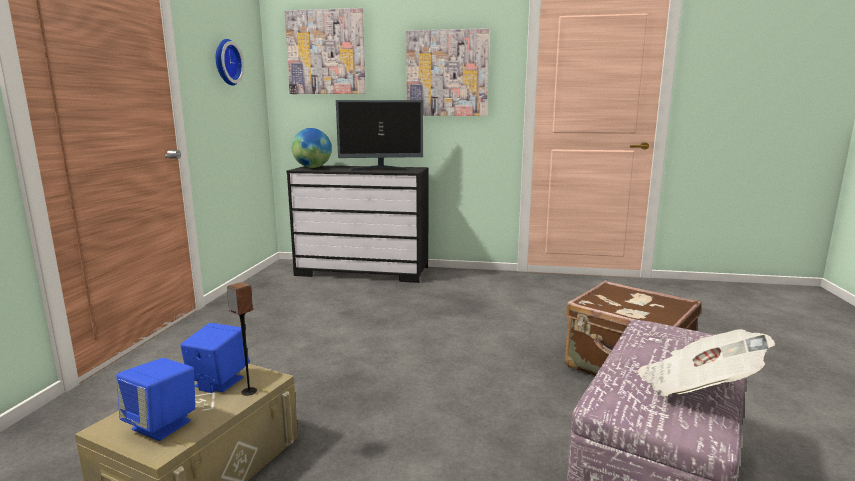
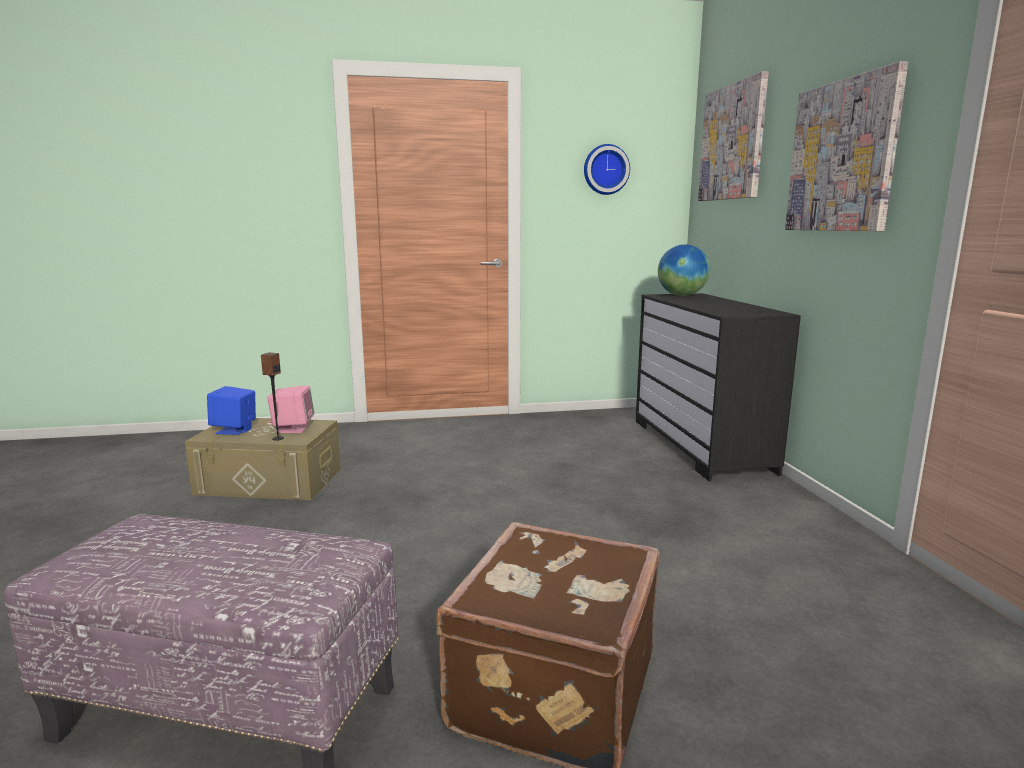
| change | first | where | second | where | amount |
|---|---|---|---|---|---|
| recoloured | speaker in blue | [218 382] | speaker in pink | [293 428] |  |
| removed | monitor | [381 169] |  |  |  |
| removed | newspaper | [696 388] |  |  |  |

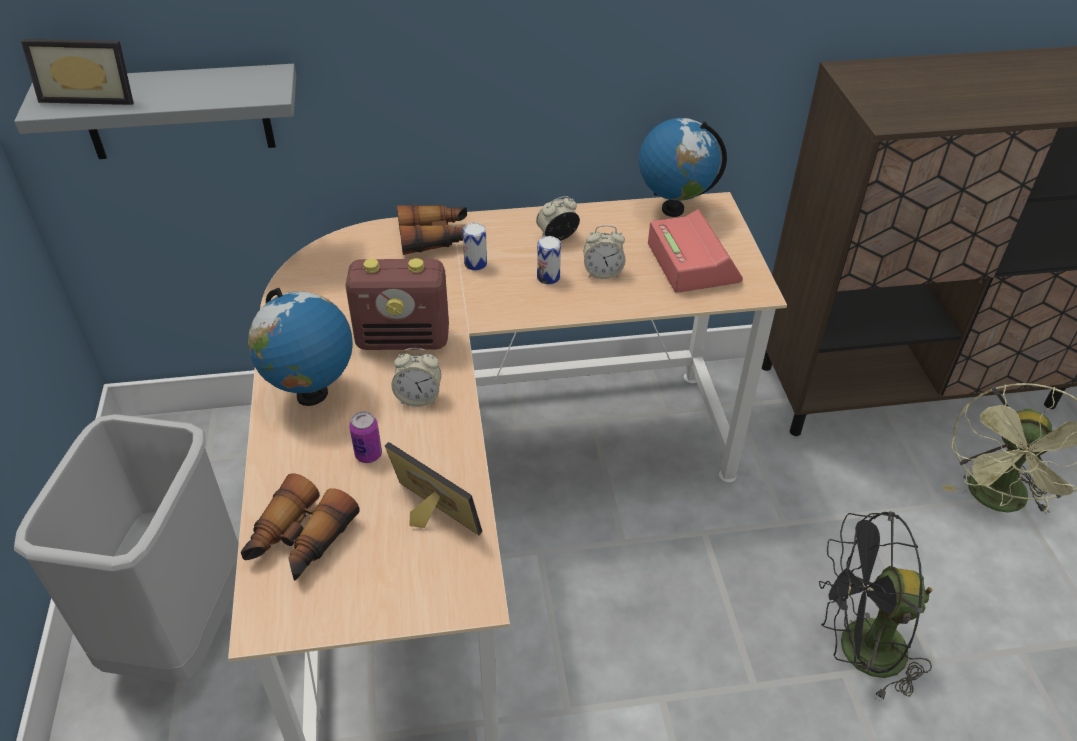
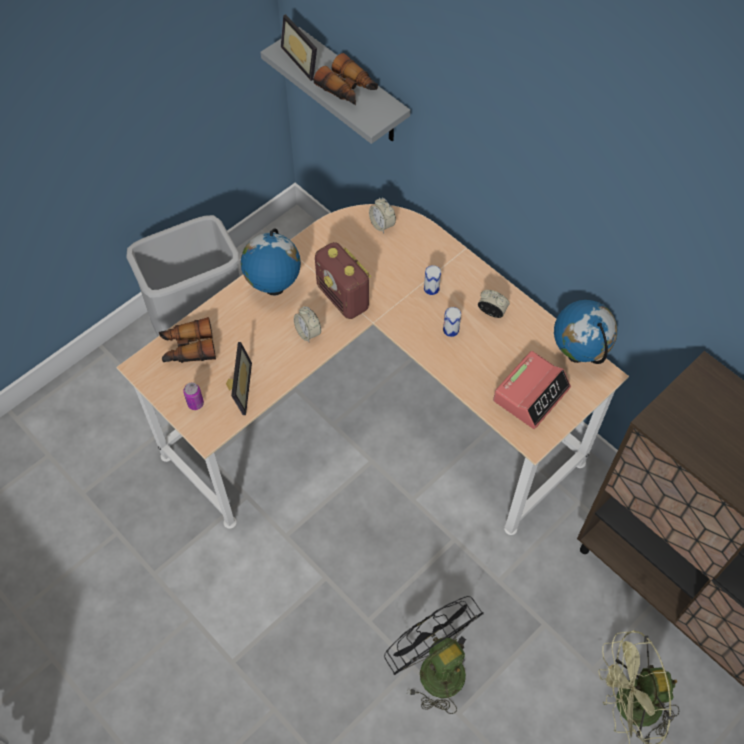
| change | first | where | second | where | amount |
|---|---|---|---|---|---|
| moved | can | [368 454] |  | [195 403] |  |
| moved | binoculars | [435 238] |  | [348 89] |  |
| moved | alarm clock | [602 273] |  | [382 225] |  |

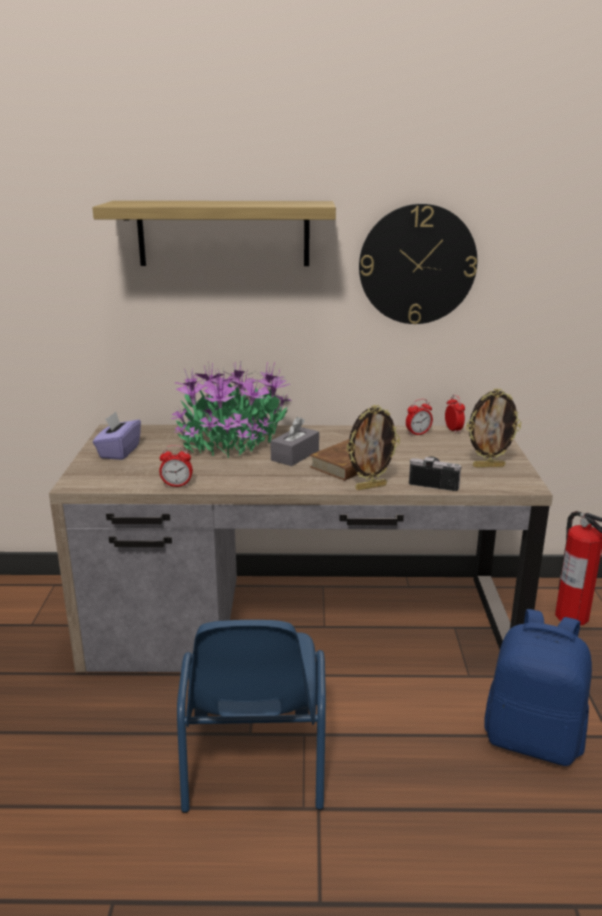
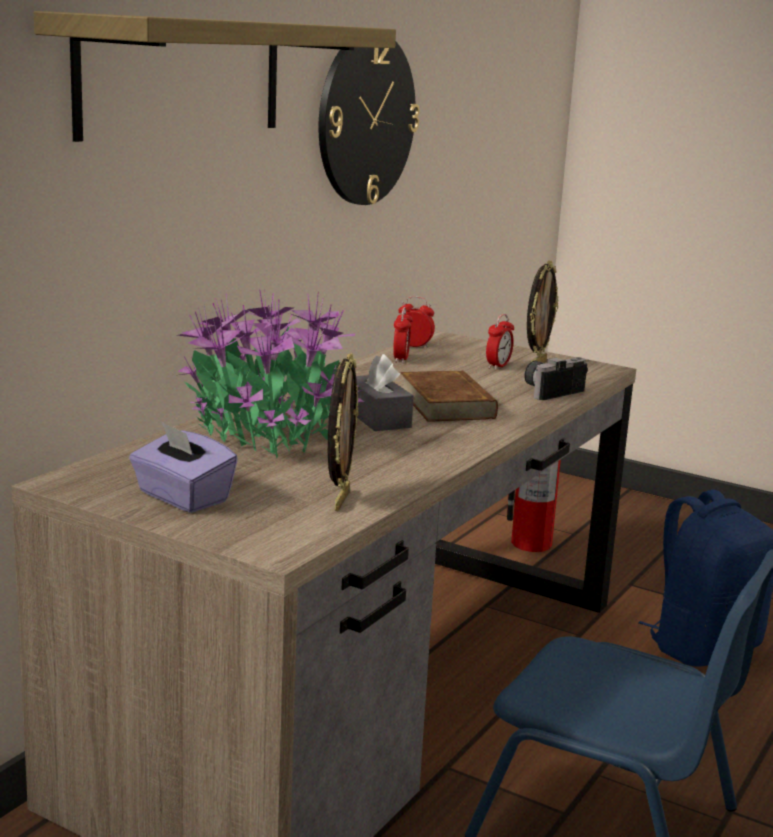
| change | first | where | second | where | amount |
|---|---|---|---|---|---|
| moved | picture frame | [370 487] |  | [339 500] |  |
| moved | alarm clock | [177 485] |  | [498 366] |  |

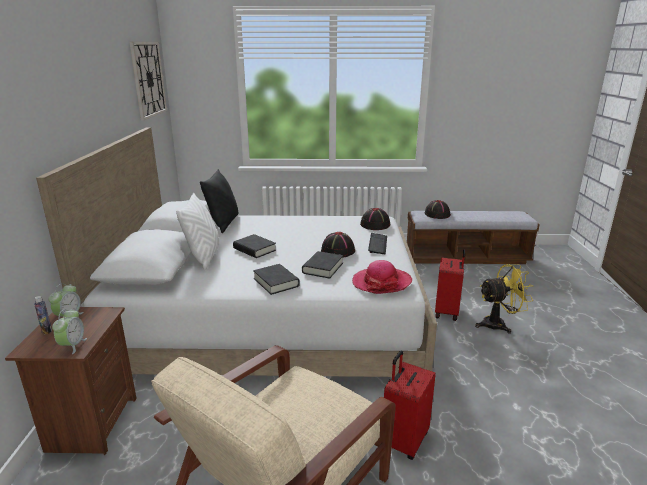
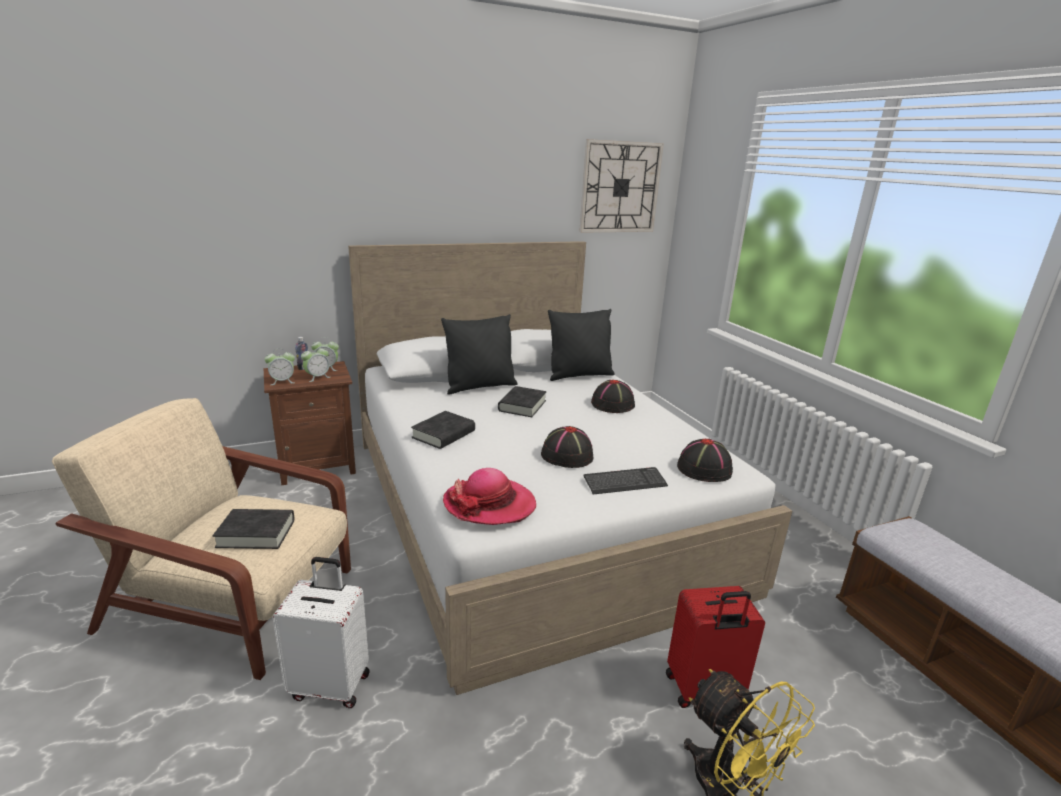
| change | first | where | second | where | amount |
|---|---|---|---|---|---|
| moved | book in black | [323 268] |  | [256 533] |  |
| recoloured | suitcase in red | [404 440] | suitcase in white | [331 684] |  |
| added |  |  | alarm clock | [317 377] |  |
| recoloured | pillow in white | [204 257] | pillow in black | [480 387] |  |
| moved | hat in black | [437 214] |  | [613 404] |  |

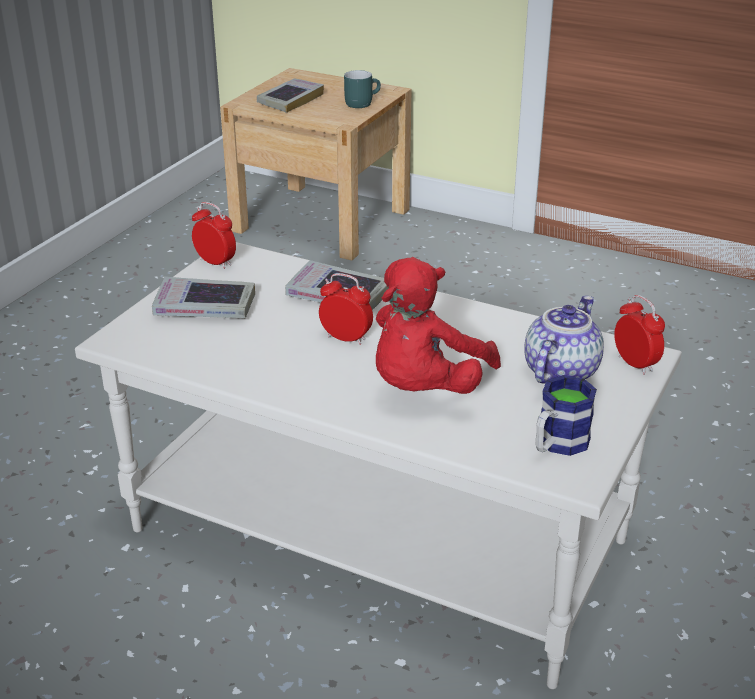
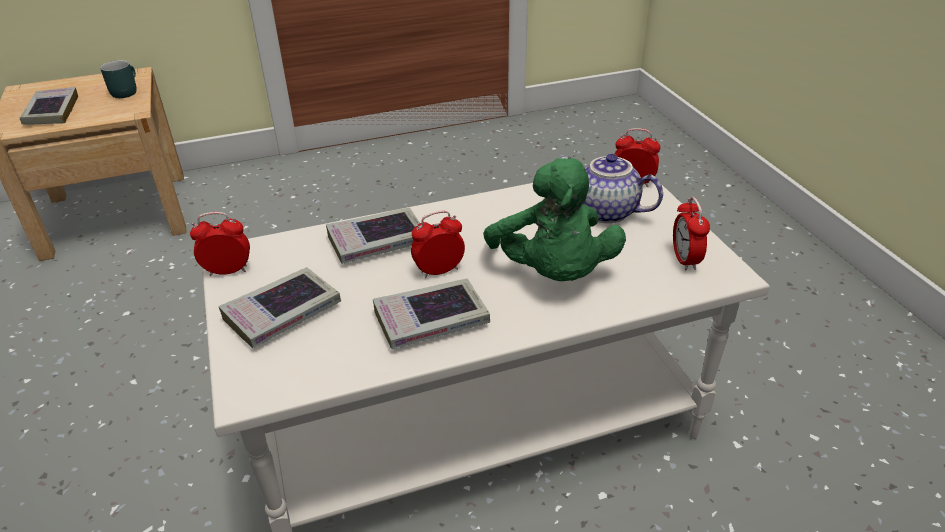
| change | first | where | second | where | amount |
|---|---|---|---|---|---|
| added |  |  | book | [431 320] |  |
| recoloured | plush toy in red | [425 388] | plush toy in green | [552 273] |  |
| turned | teapot | [559 371] |  | [604 212] | 45 degrees counterclockwise |
| replaced | mug | [557 444] | alarm clock | [685 260] |  |

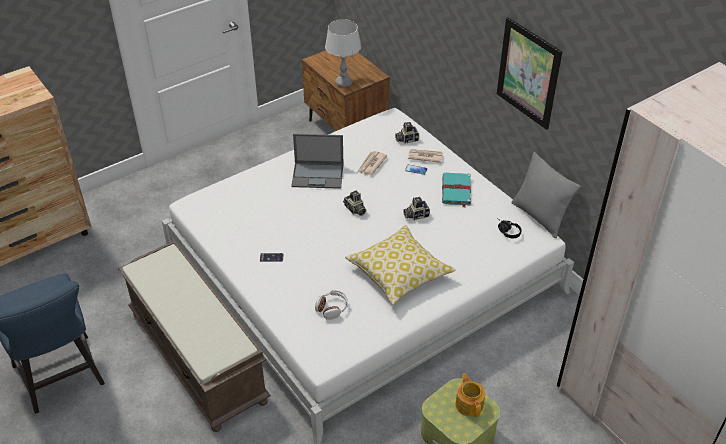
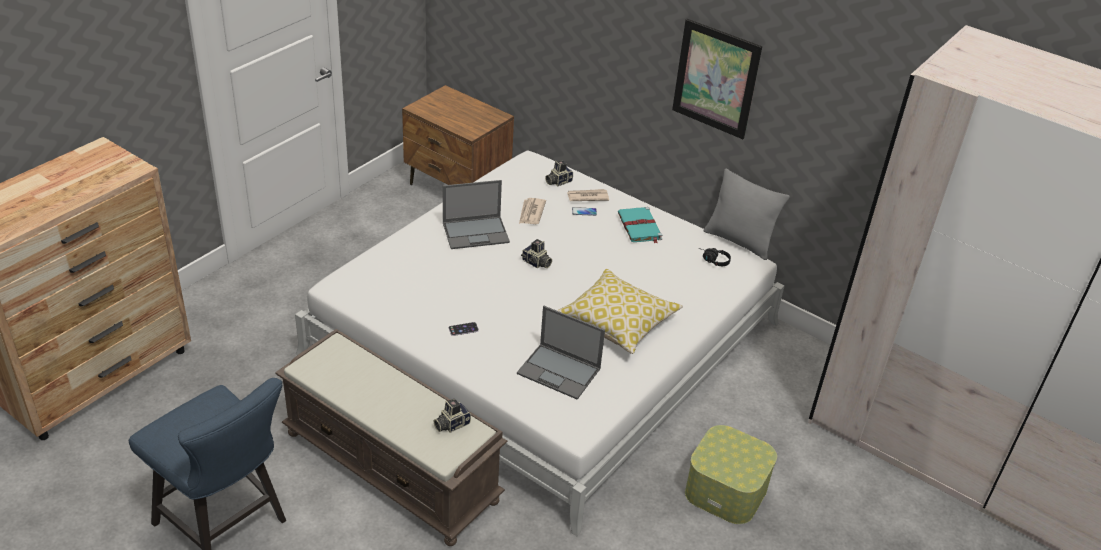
| change | first | where | second | where | amount |
|---|---|---|---|---|---|
| moved | photo camera | [415 215] |  | [451 424] |  |
| replaced | headphones | [332 308] | laptop | [559 371] |  |
| removed | table lamp in grey | [343 83] |  |  |  |
| removed | teapot | [469 404] |  |  |  |

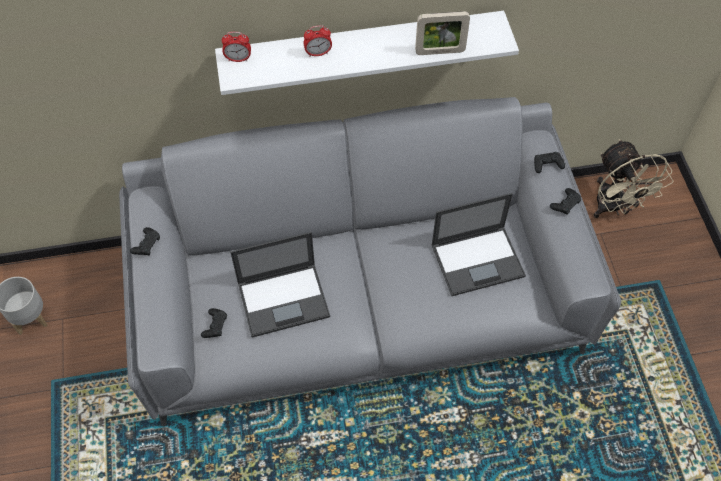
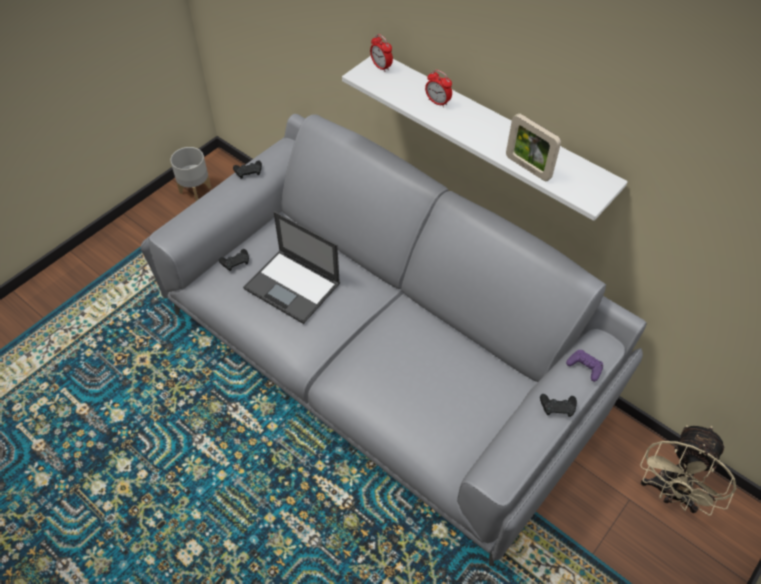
| change | first | where | second | where | amount |
|---|---|---|---|---|---|
| recoloured | game controller in black | [547 164] | game controller in purple | [584 367] |  |
| removed | laptop | [478 260] |  |  |  |

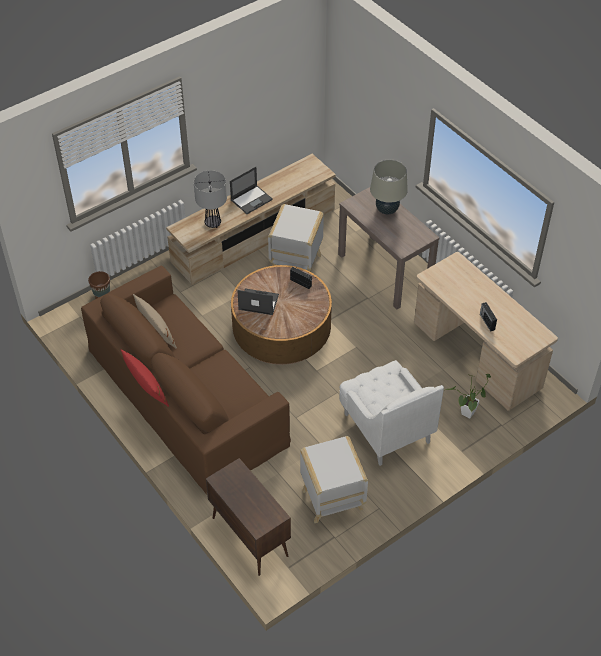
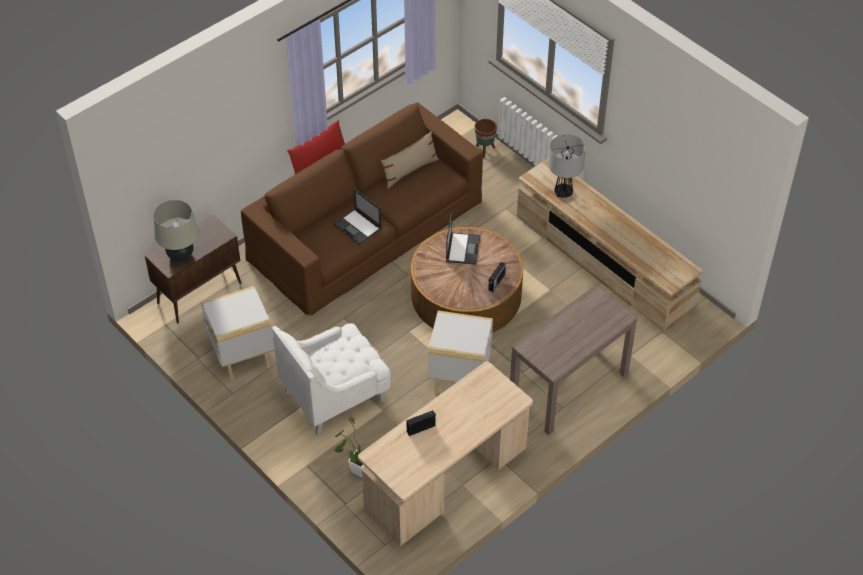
| change | first | where | second | where | amount |
|---|---|---|---|---|---|
| moved | table lamp in beige | [387 209] |  | [180 255] |  |
| moved | laptop | [251 199] |  | [358 227] |  |
| moved | side table in white | [295 263] |  | [459 374] |  |

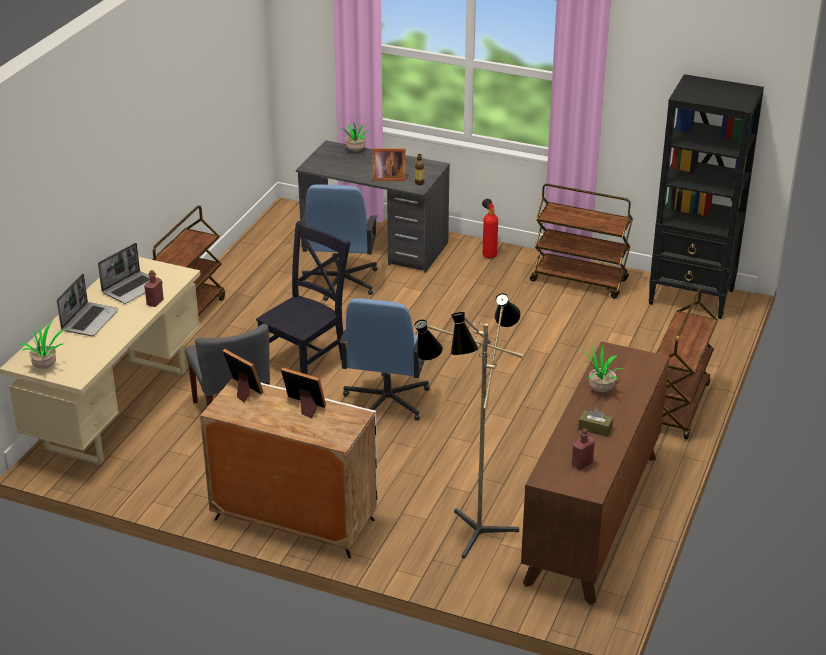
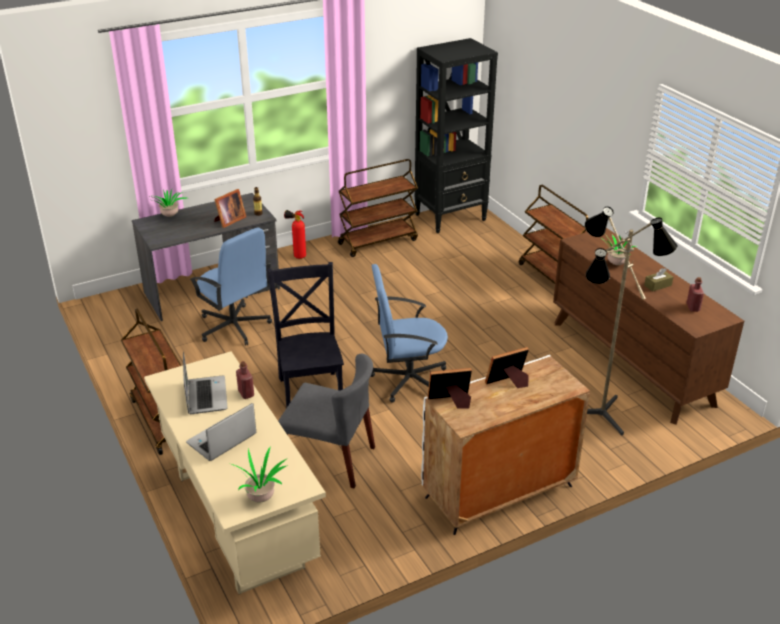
| change | first | where | second | where | amount |
|---|---|---|---|---|---|
| turned | laptop | [90 320] |  | [221 440] | 105 degrees counterclockwise |
| turned | office chair in blue | [386 401] |  | [408 379] | 120 degrees clockwise |

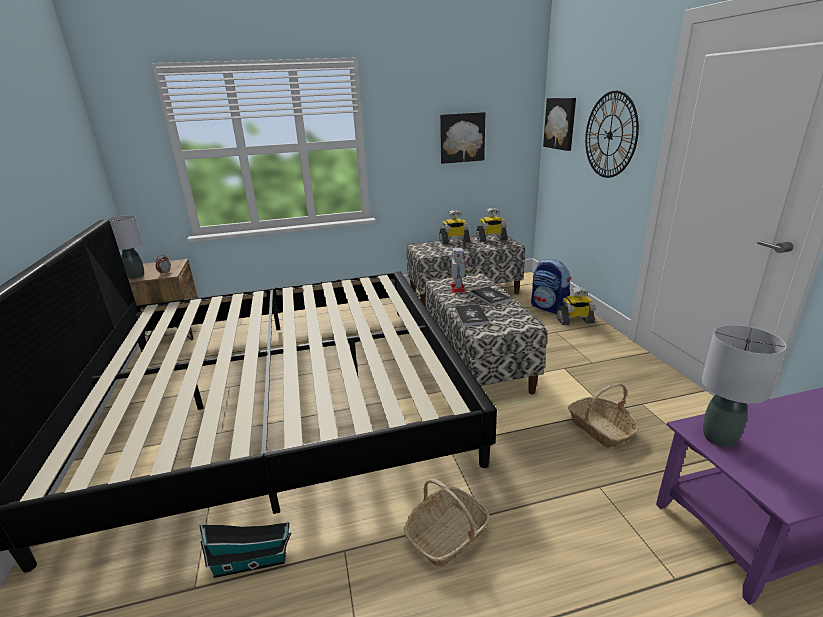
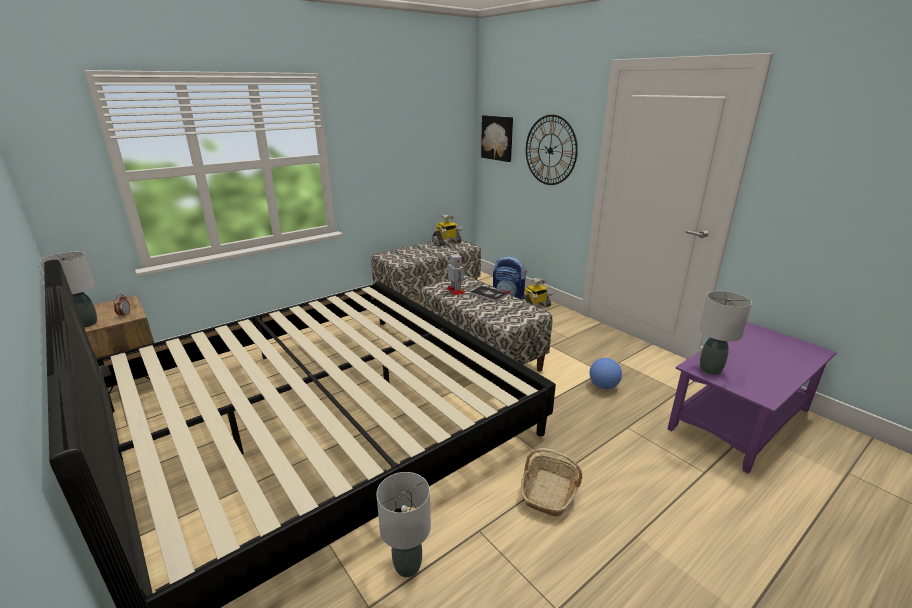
| change | first | where | second | where | amount |
|---|---|---|---|---|---|
| replaced | toy house | [253 562] | table lamp in grey | [407 567] |  |
| replaced | basket | [600 428] | football | [603 386] |  |
| removed | toy robot | [454 241] |  |  |  |
| removed | picture | [462 137] |  |  |  |
| removed | book | [471 316] |  |  |  |

